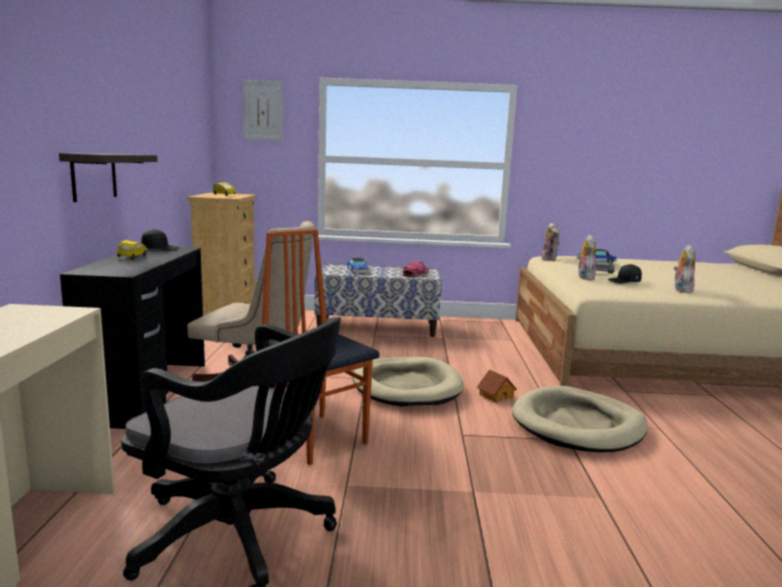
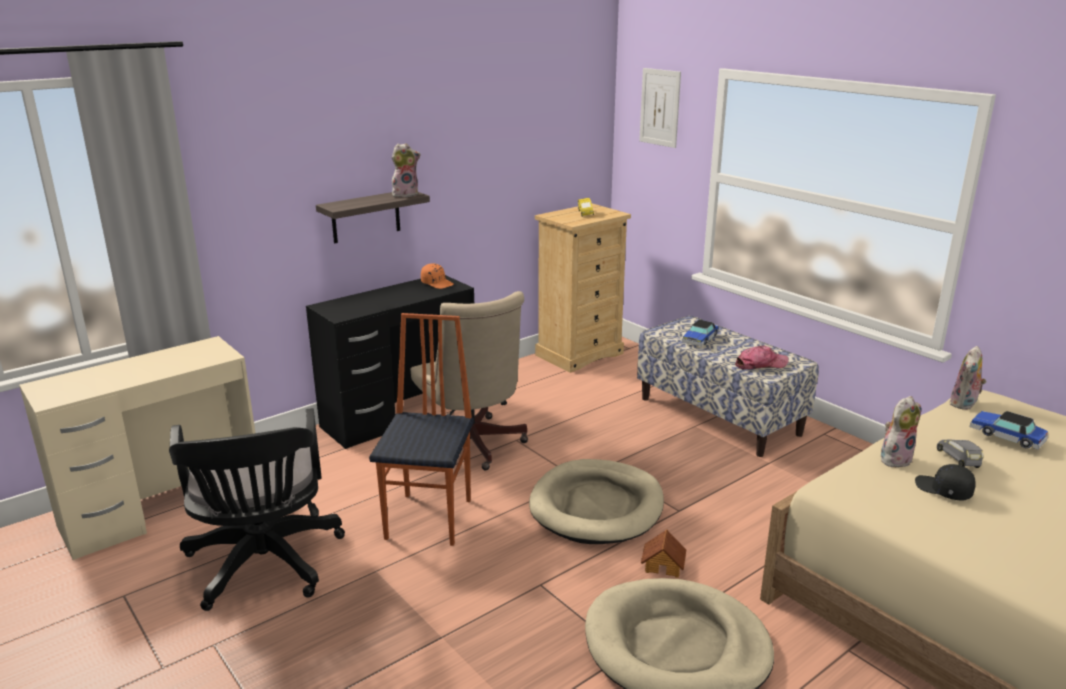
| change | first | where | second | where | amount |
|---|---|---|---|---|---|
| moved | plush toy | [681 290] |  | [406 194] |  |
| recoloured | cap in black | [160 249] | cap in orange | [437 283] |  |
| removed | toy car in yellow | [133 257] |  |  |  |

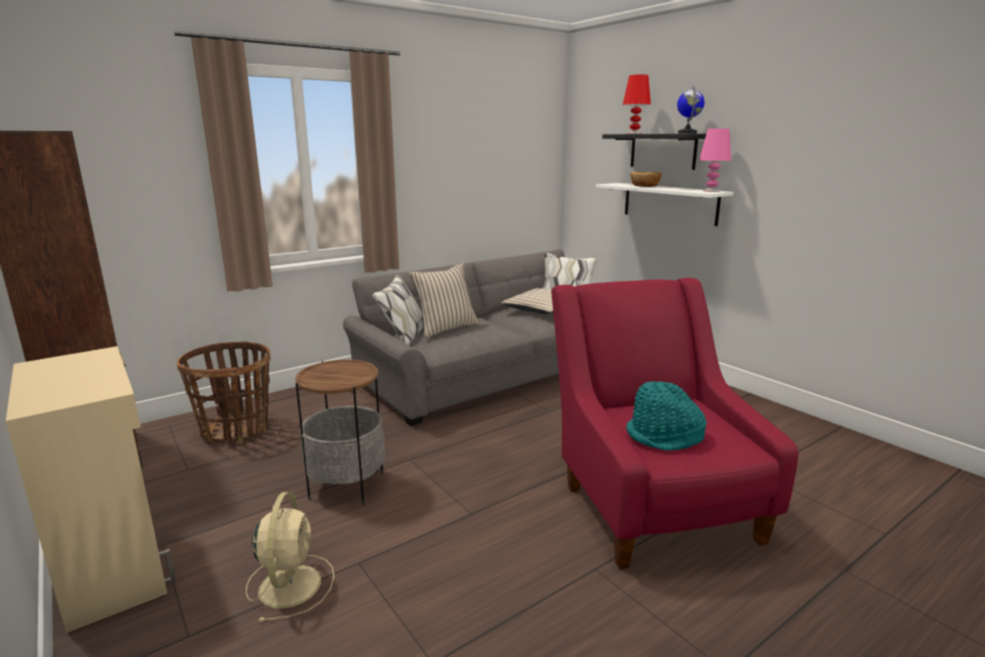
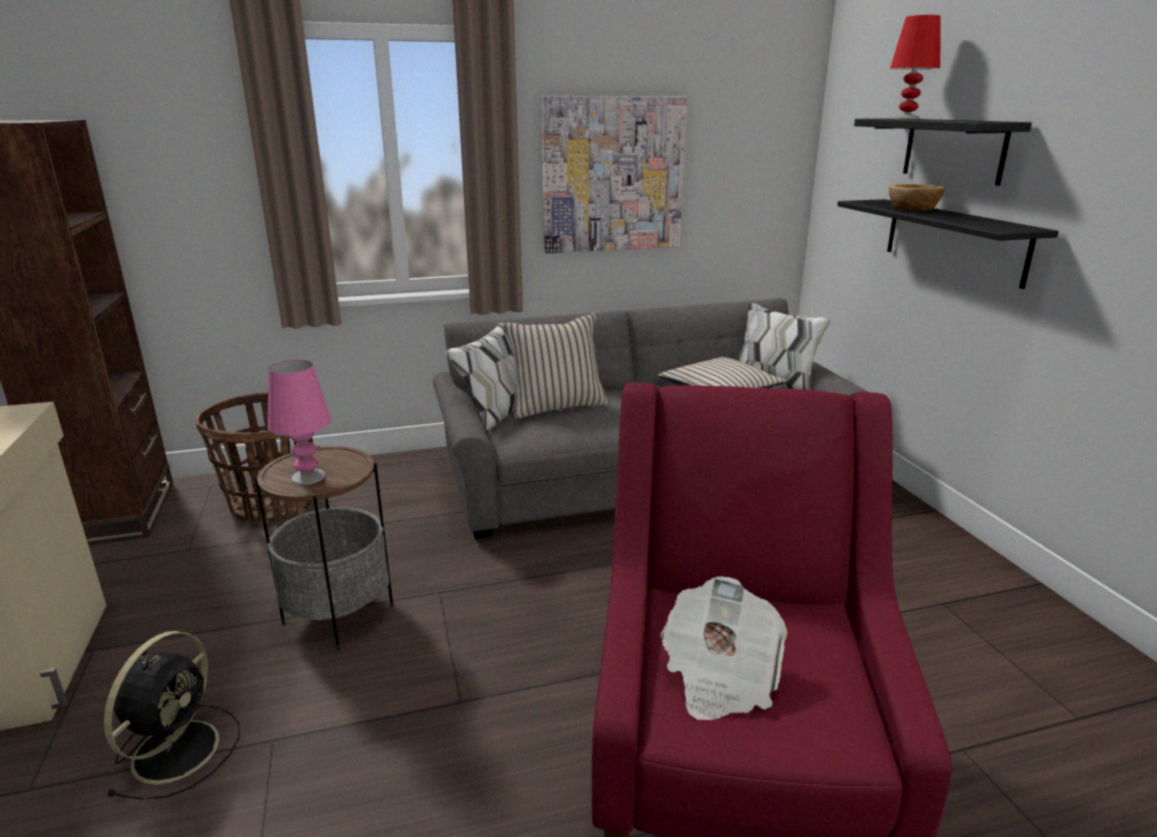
| change | first | where | second | where | amount |
|---|---|---|---|---|---|
| recoloured | fan in beige | [290 584] | fan in black | [178 748] |  |
| moved | table lamp in pink | [711 191] |  | [307 477] |  |
| added |  |  | picture | [613 175] |  |
| replaced | hat in turquoise | [664 437] | newspaper | [719 676] |  |
| recoloured | shelf in white | [669 203] | shelf in black | [954 240] |  |
| removed | globe | [687 133] |  |  |  |

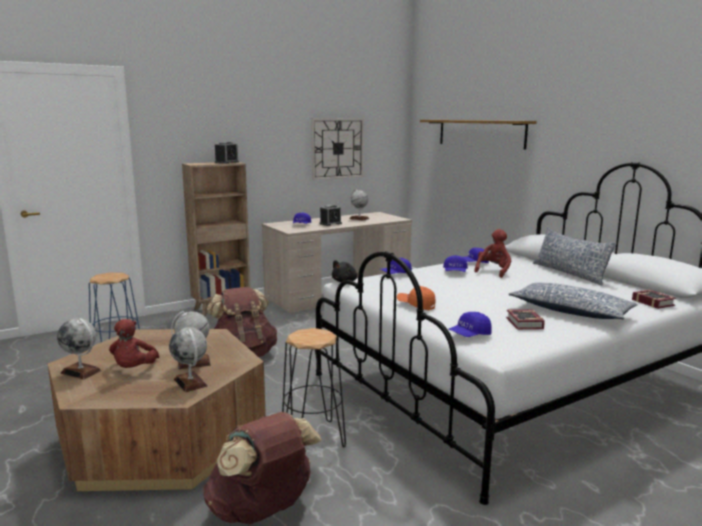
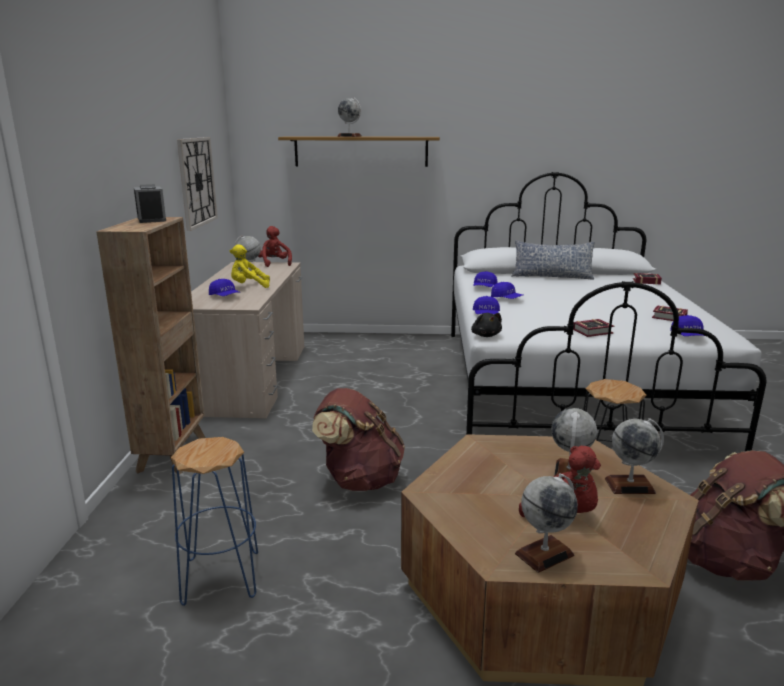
| change | first | where | second | where | amount |
|---|---|---|---|---|---|
| replaced | alarm clock | [330 223] | plush toy in yellow | [249 286] |  |
| moved | plush toy in red | [493 271] |  | [274 263] |  |
| added |  |  | globe | [349 136] |  |
| replaced | cap in orange | [416 305] | book | [594 331] |  |
| removed | pillow | [570 311] |  |  |  |

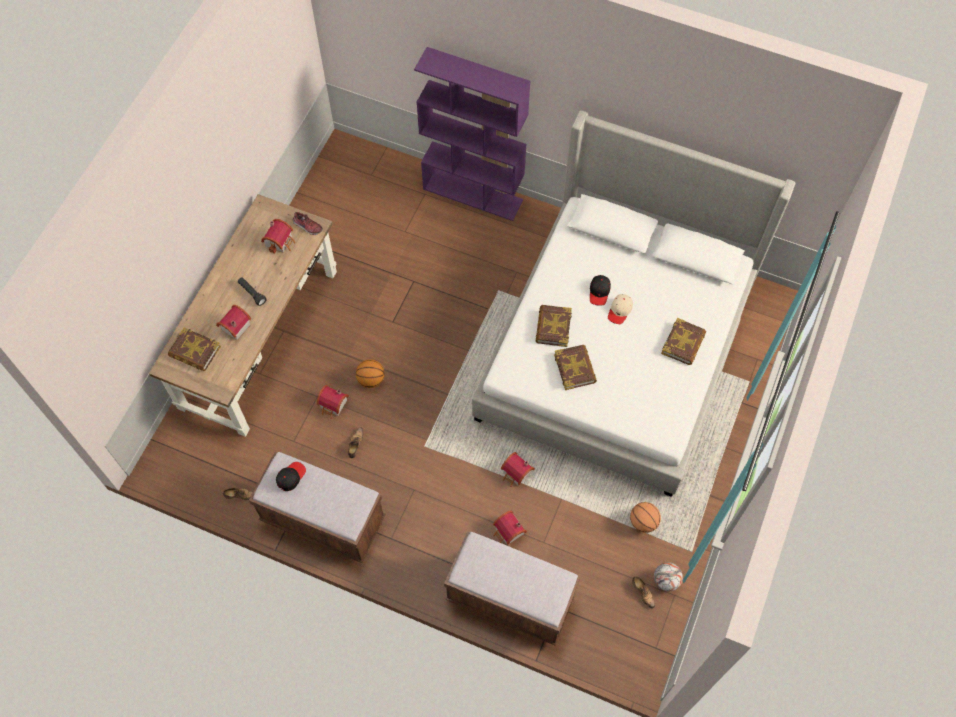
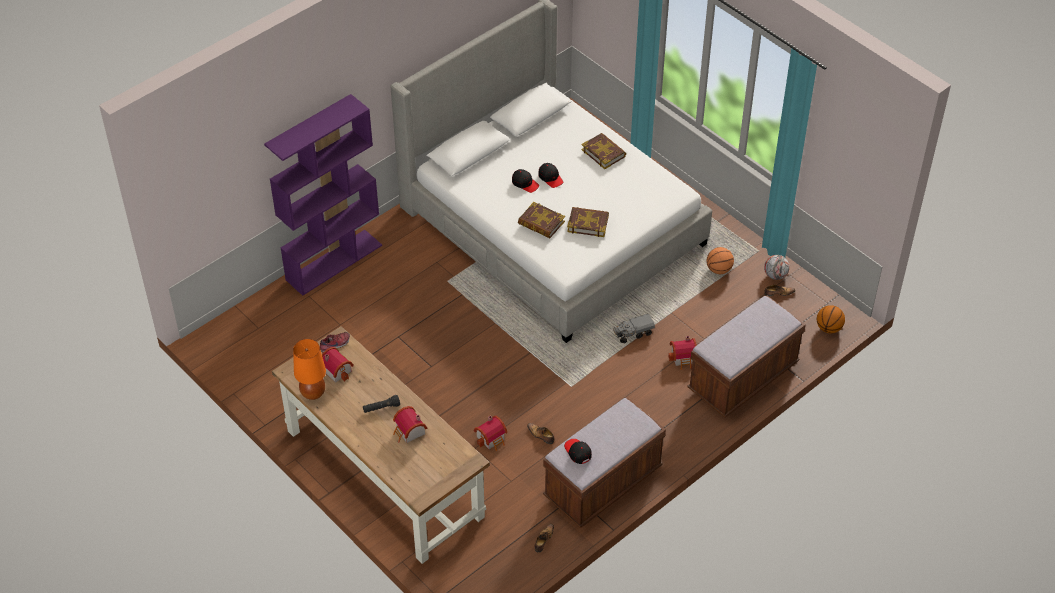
| change | first | where | second | where | amount |
|---|---|---|---|---|---|
| added |  |  | table lamp in orange | [313 393] |  |
| recoloured | cap in beige | [620 310] | cap in black | [550 178] |  |
| replaced | toy house | [516 474] | toy truck | [633 333] |  |
| moved | basketball | [371 379] |  | [828 328] |  |
| removed | book | [195 352] |  |  |  |

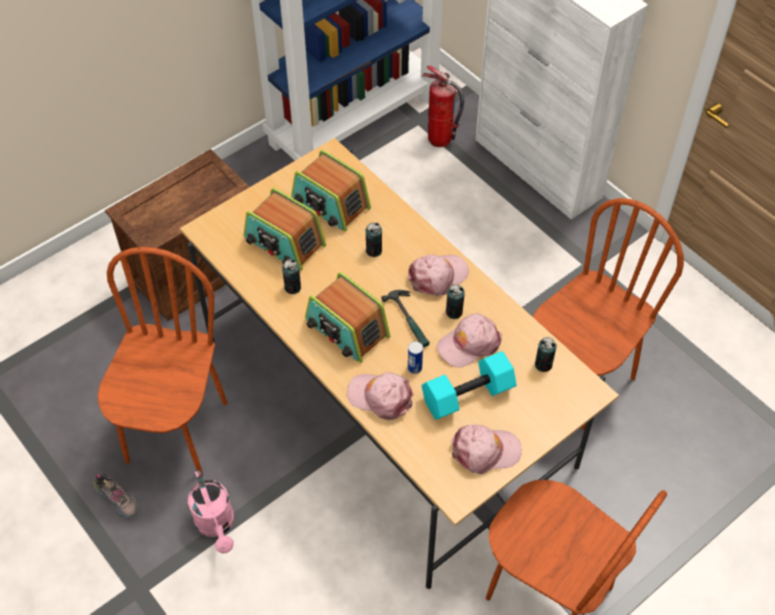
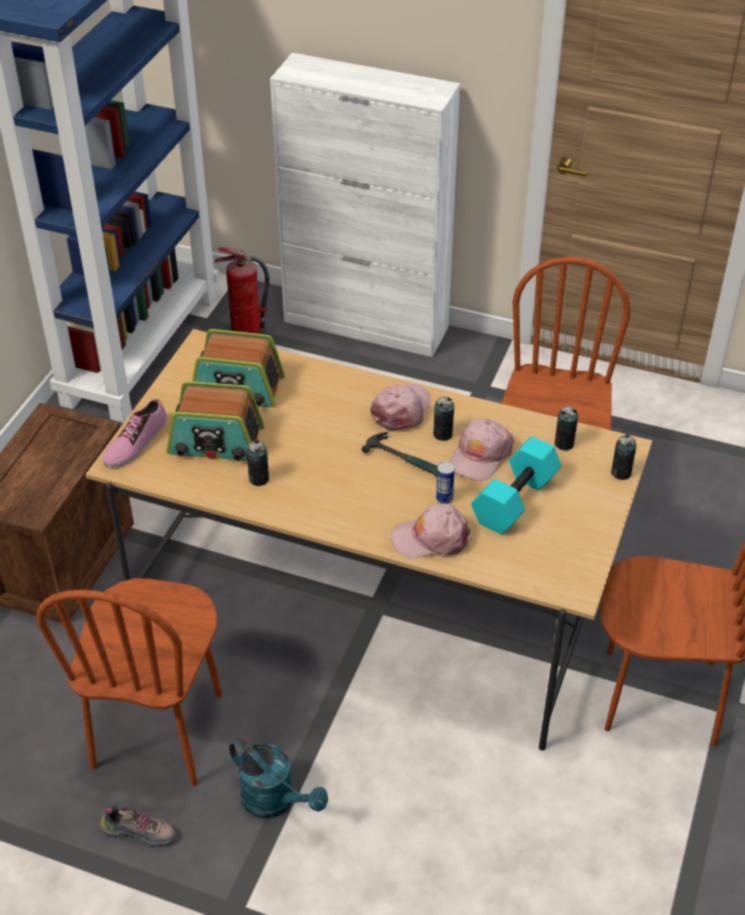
| change | first | where | second | where | amount |
|---|---|---|---|---|---|
| turned | chair in brown | [176 431] |  | [159 730] | 150 degrees counterclockwise |
| added |  |  | shoe | [135 442] |  |
| recoloured | watering can in pink | [217 525] | watering can in turquoise | [276 801] |  |
| moved | can | [374 251] |  | [621 473] |  |
| removed | radio | [346 329] |  |  |  |
| removed | cap in pink | [485 451] |  |  |  |

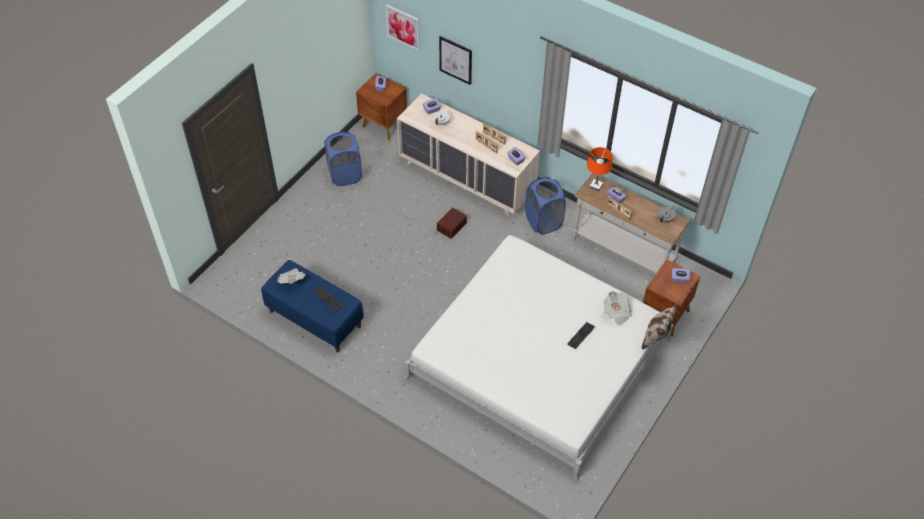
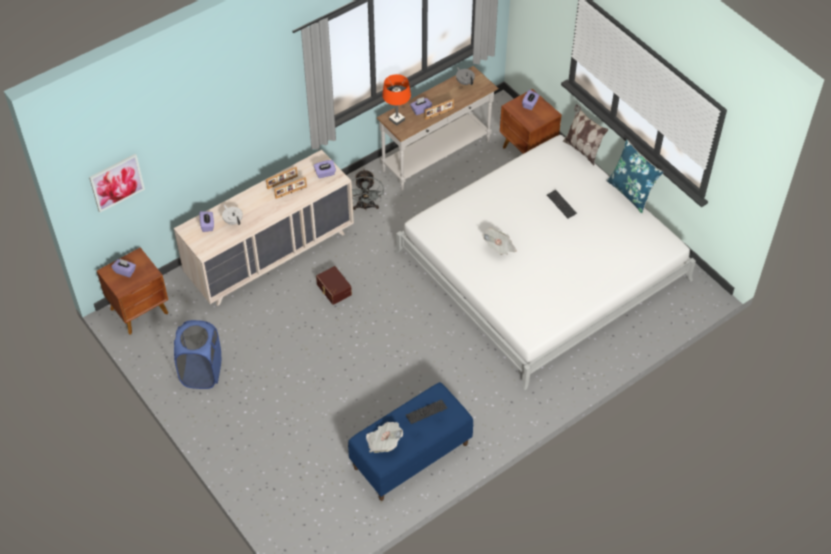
| change | first | where | second | where | amount |
|---|---|---|---|---|---|
| replaced | laundry basket in blue | [543 221] | fan in grey | [365 207] |  |
| moved | newspaper | [616 313] |  | [499 248] |  |
| added |  |  | pillow in blue | [631 192] |  |
| removed | picture | [455 60] |  |  |  |

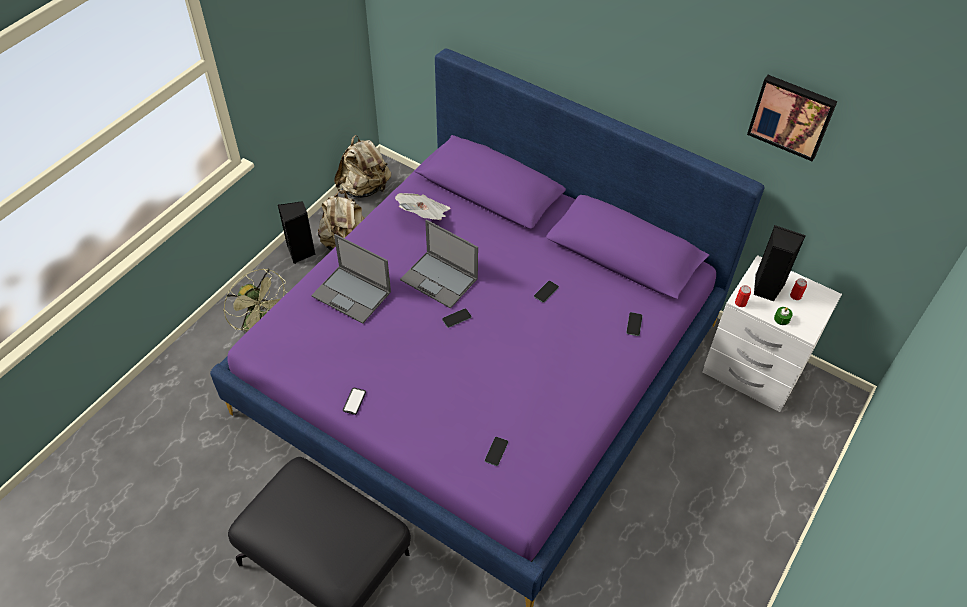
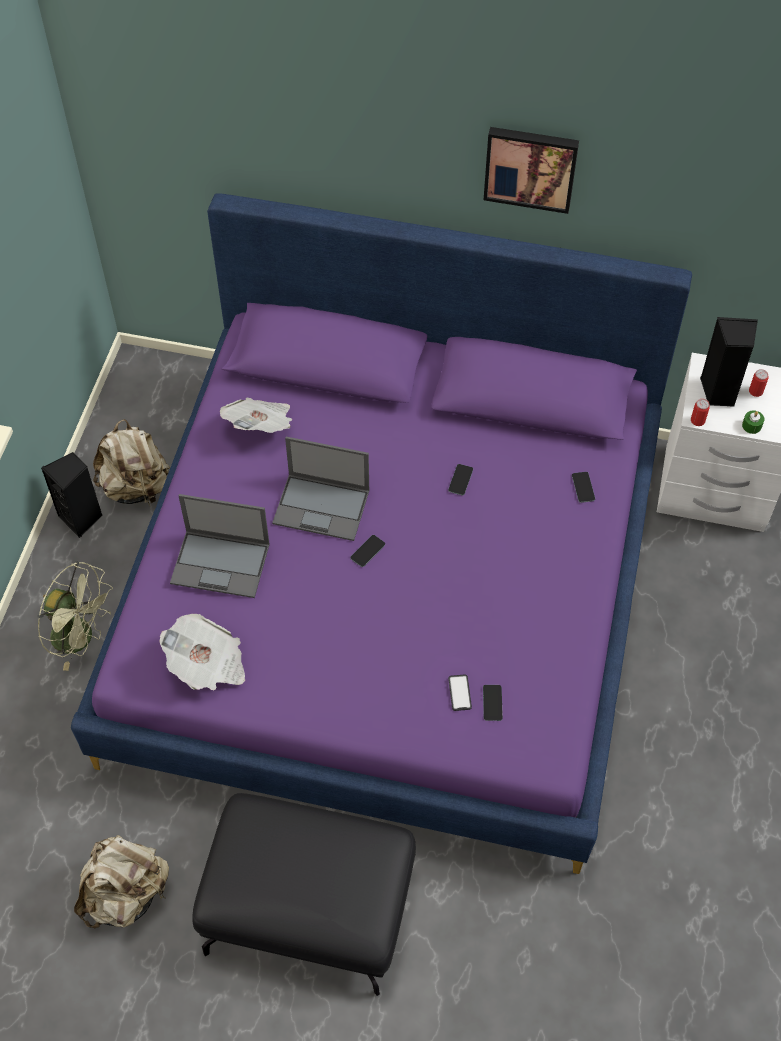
| change | first | where | second | where | amount |
|---|---|---|---|---|---|
| moved | backpack in beige | [364 189] |  | [126 894] |  |
| added |  |  | newspaper | [207 665] |  |
| moved | phone | [354 401] |  | [459 693] |  |
| moved | picture | [792 116] |  | [530 167] |  |

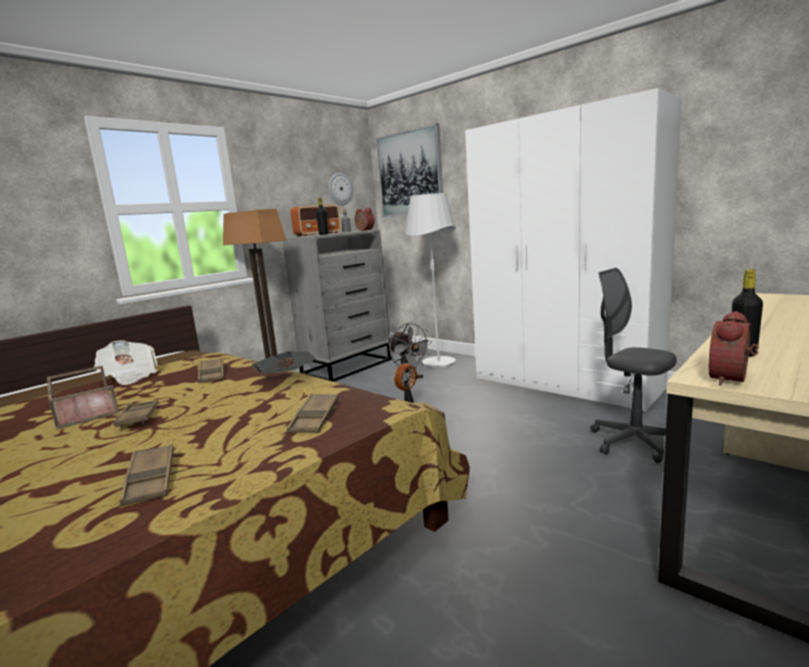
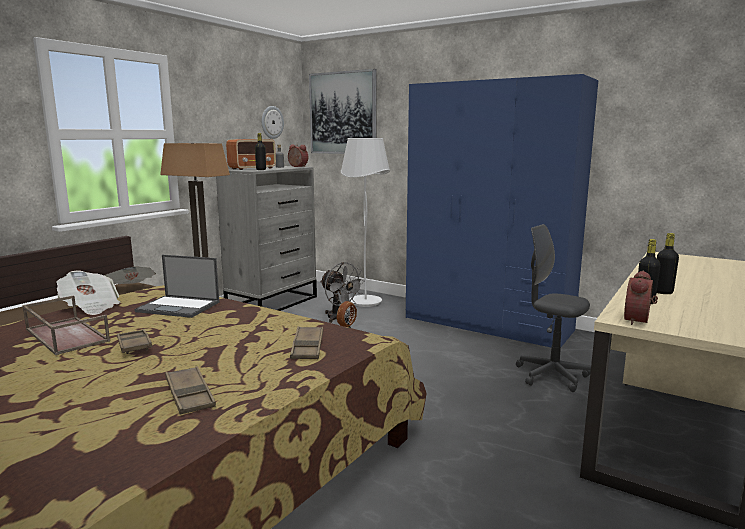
| change | first | where | second | where | amount |
|---|---|---|---|---|---|
| moved | newspaper | [287 379] |  | [132 289] |  |
| replaced | tray in brown | [212 374] | laptop | [179 307] |  |
| recoloured | wardrobe in white | [565 383] | wardrobe in blue | [487 324] |  |
| added |  |  | bottle in black | [663 292] |  |

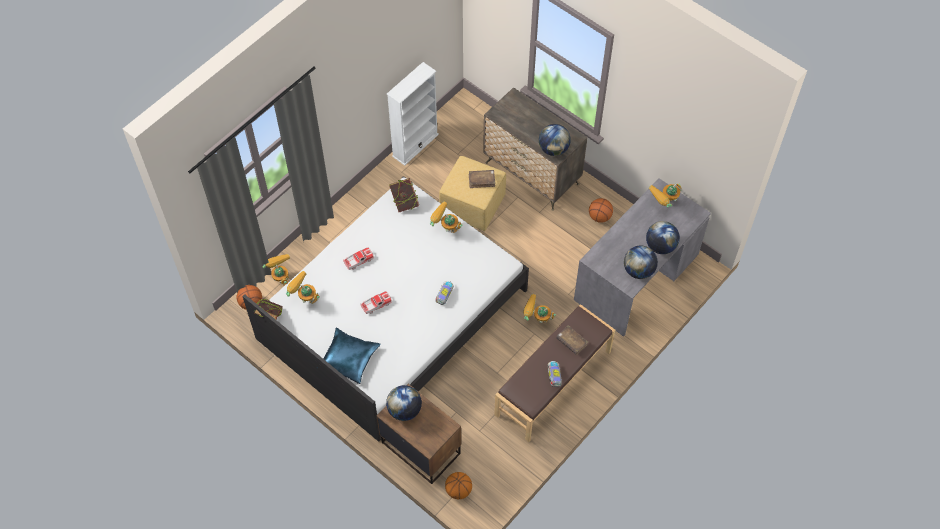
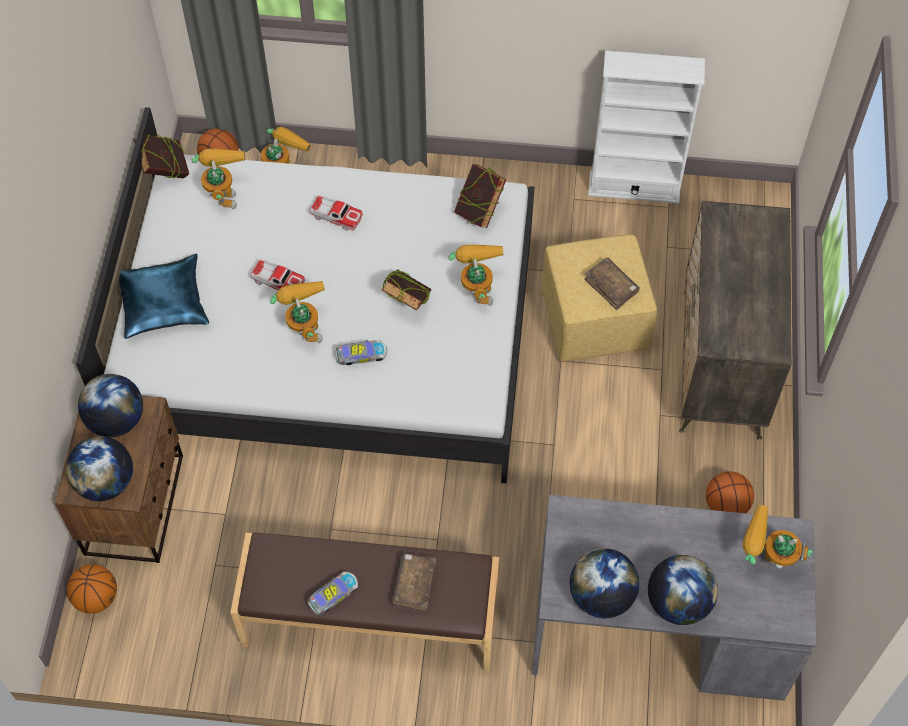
| change | first | where | second | where | amount |
|---|---|---|---|---|---|
| moved | globe | [553 149] |  | [106 483] |  |
| moved | toy robot | [536 320] |  | [303 328] |  |
| added |  |  | book | [407 304] |  |

